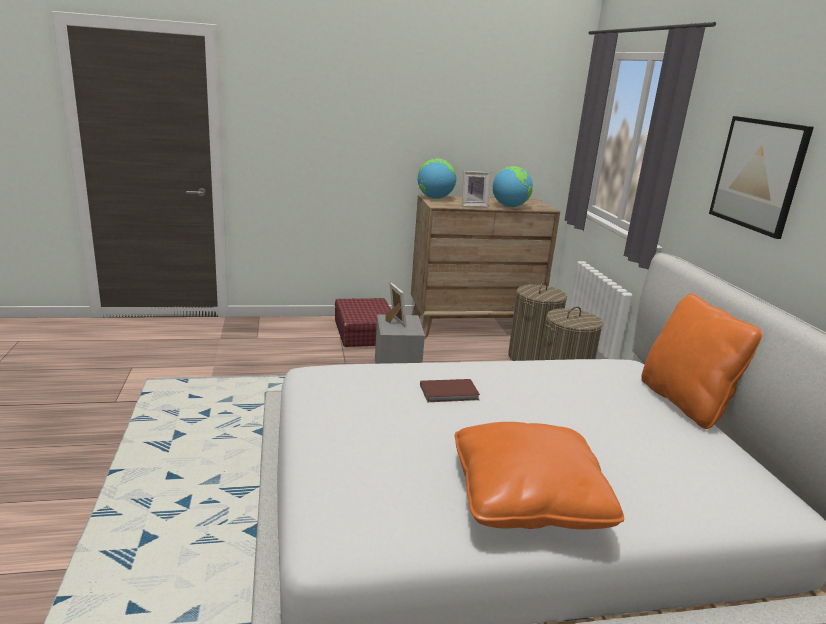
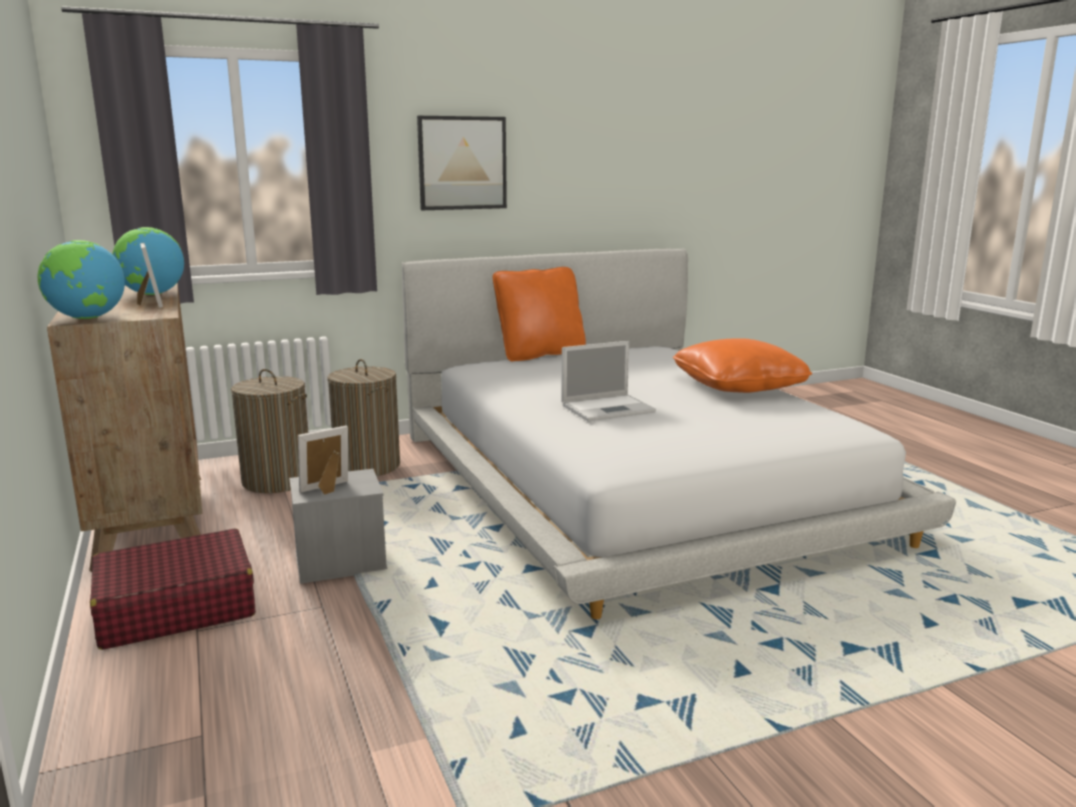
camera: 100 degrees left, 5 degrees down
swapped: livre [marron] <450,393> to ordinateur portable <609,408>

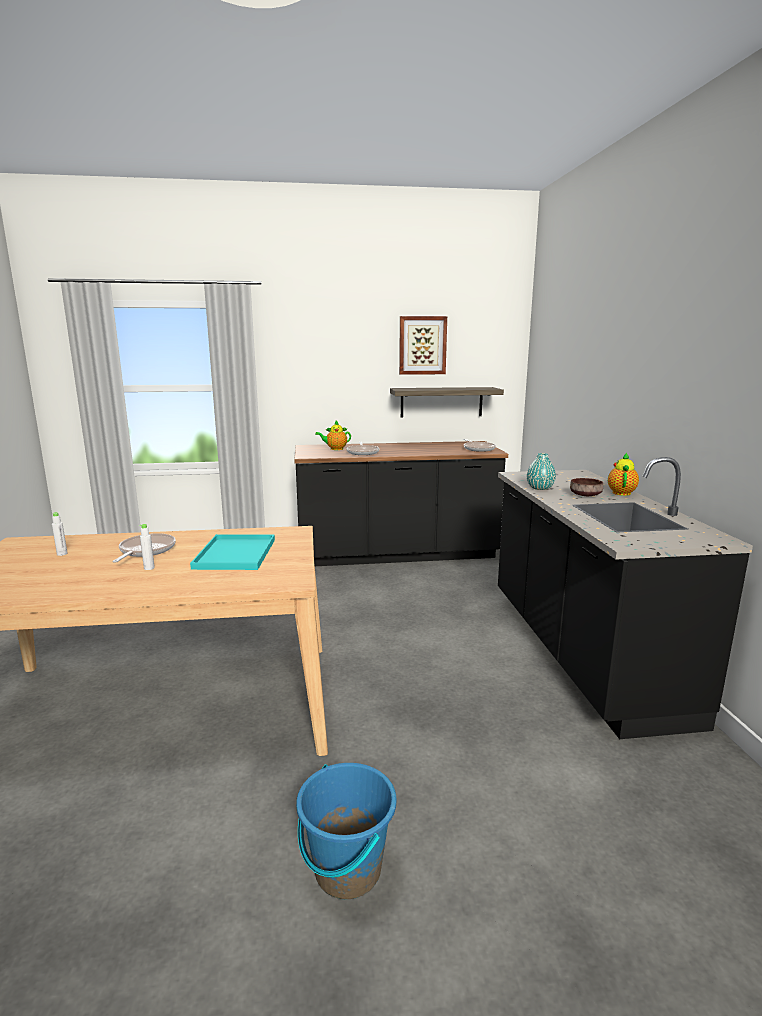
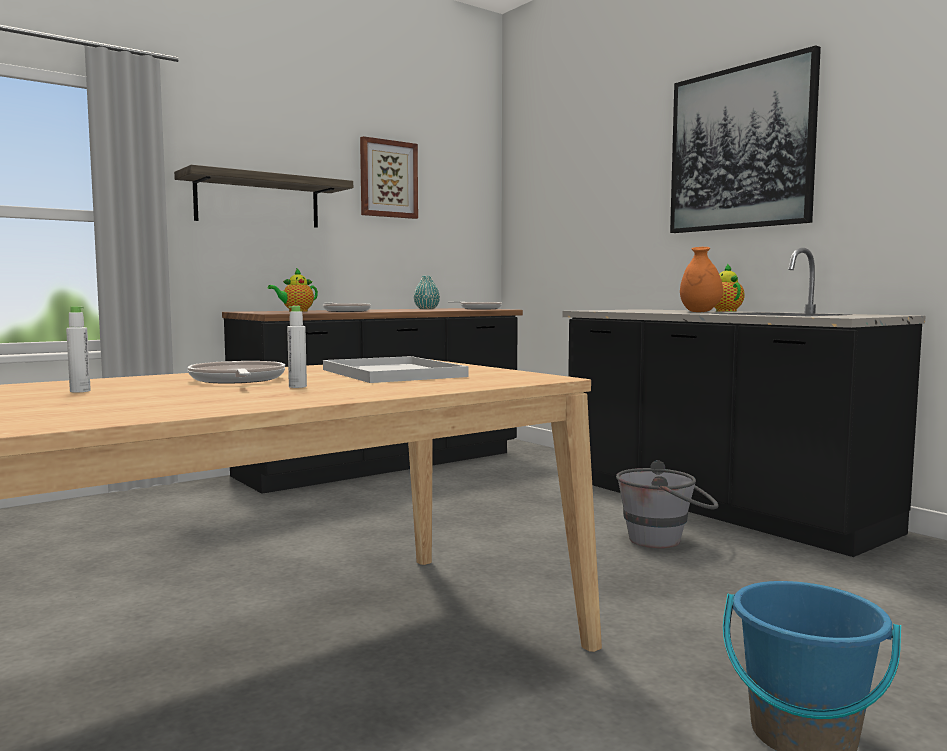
camera: 30 degrees left, 10 degrees down
new: tableau <740,148>; seau [gris] <666,540>
shifted: étagère <441,402> to <258,201>; vase [turquoise] <540,488> to <426,309>
swapped: bol [marron] <584,495> to vase [orange] <700,312>
repainted: plateau [turquoise] <235,553> to plateau [blanc] <390,373>

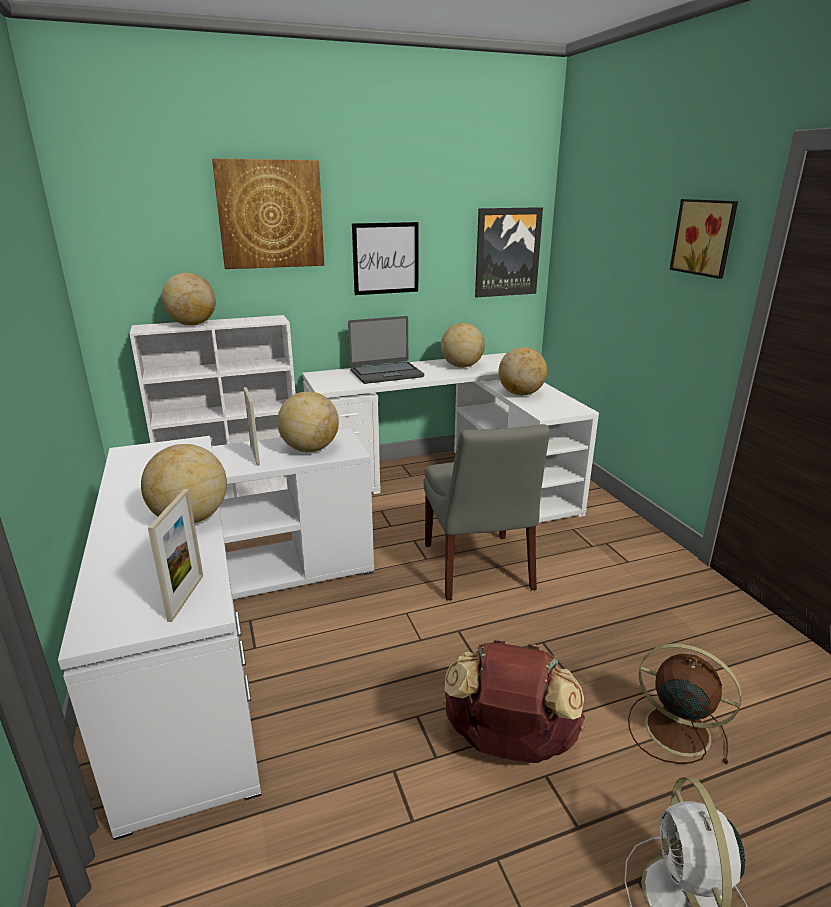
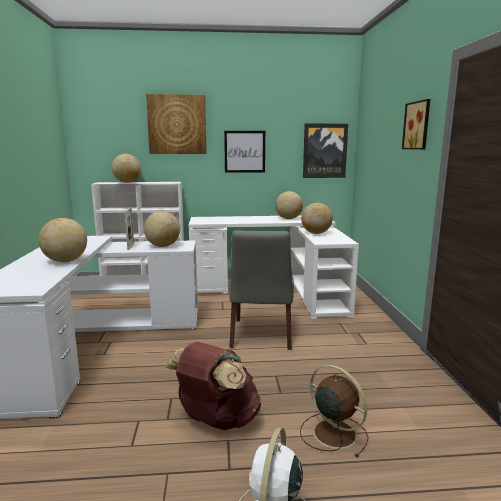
camera: 15 degrees right, 10 degrees down
gone: ordinateur portable <386,373>; cadre photo <186,597>

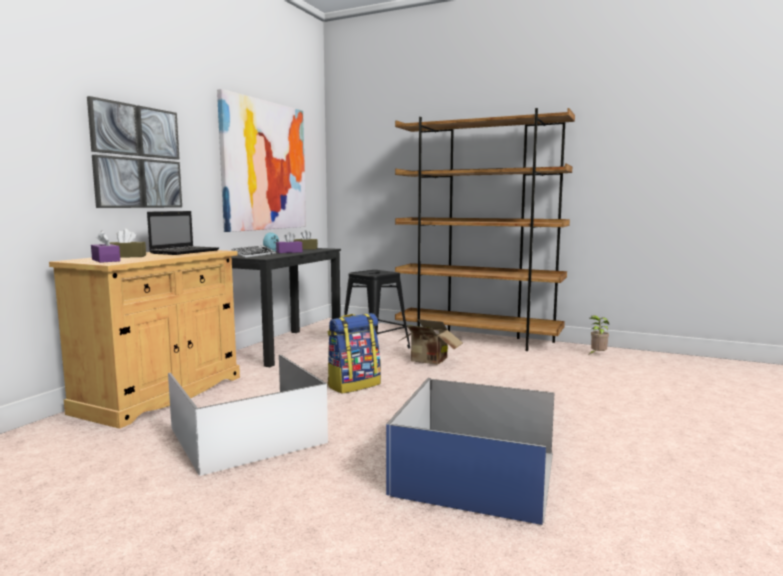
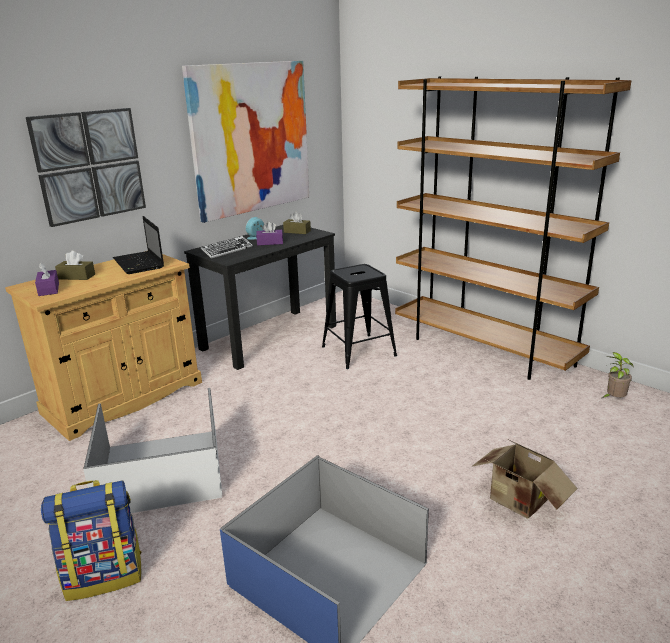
camera: 20 degrees right, 15 degrees up
shifted: sac à dos <354,385> to <105,575>; carton <429,361> to <518,503>
rotated: ordinateur portable <185,252> = <139,264> 105 degrees clockwise

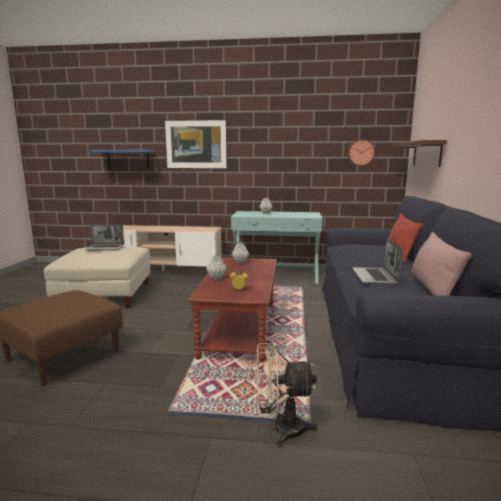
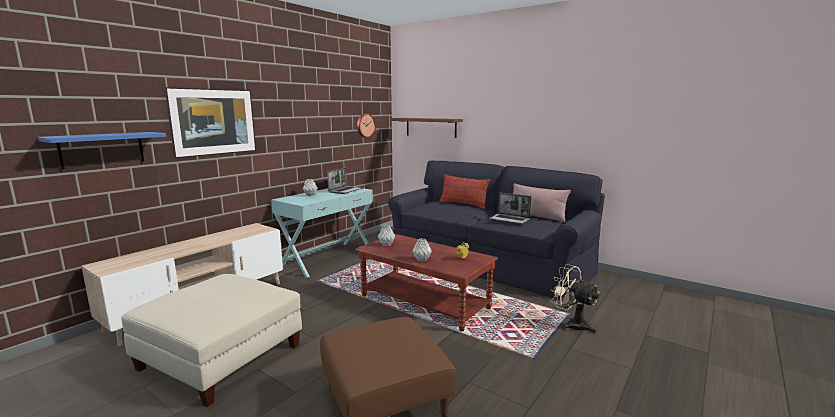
camera: 60 degrees left, 0 degrees up
shifted: ordinateur portable <106,248> to <345,190>
rotated: ventilateur [beige] <280,429> = <571,324> 105 degrees clockwise

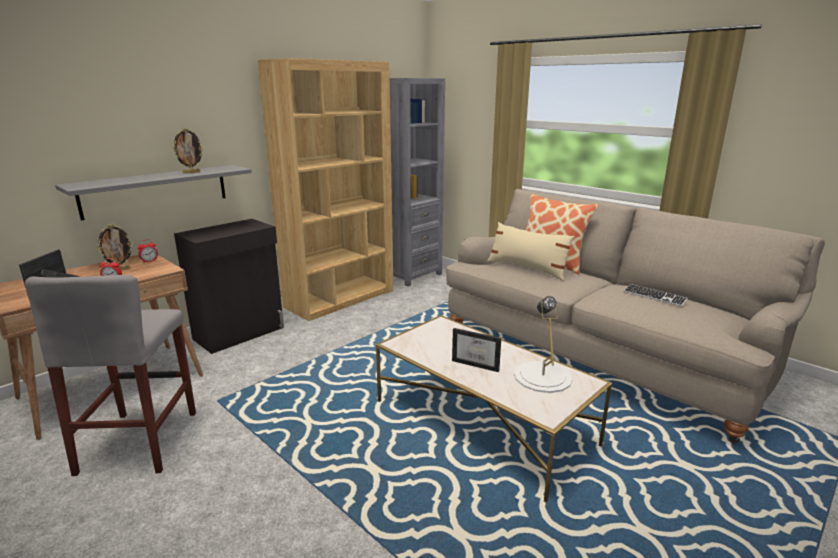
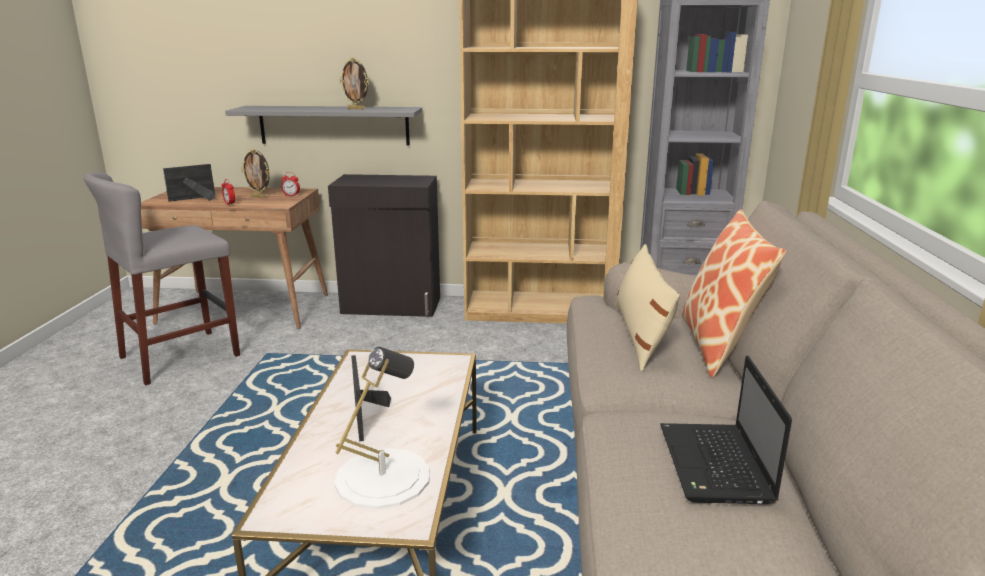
camera: 50 degrees right, 0 degrees up
swapped: clavier <654,296> to ordinateur portable <716,465>

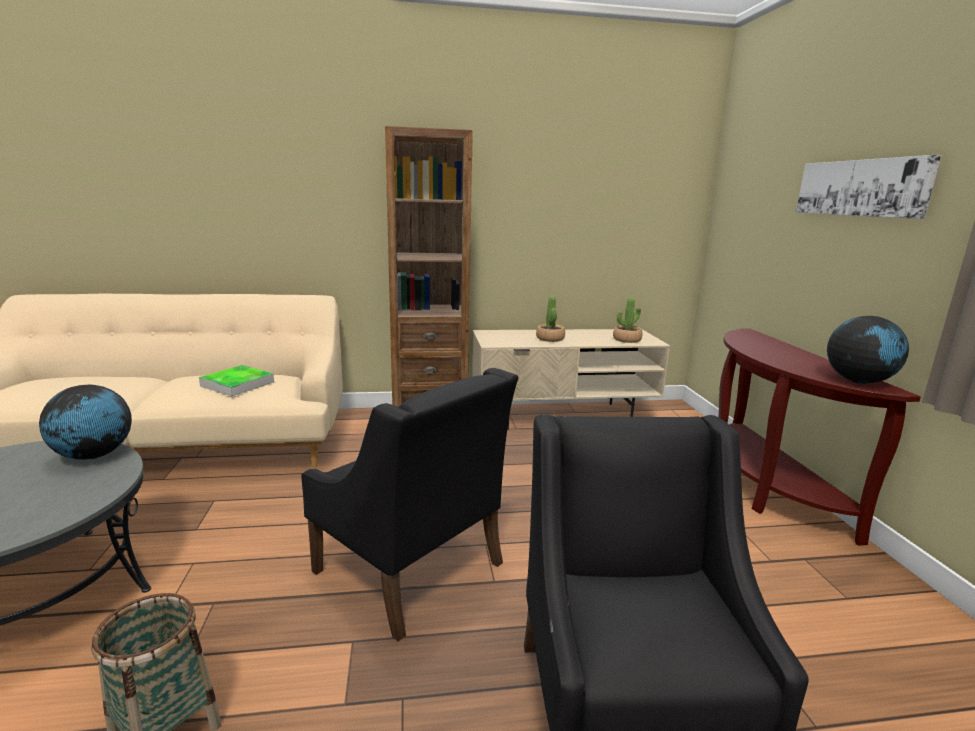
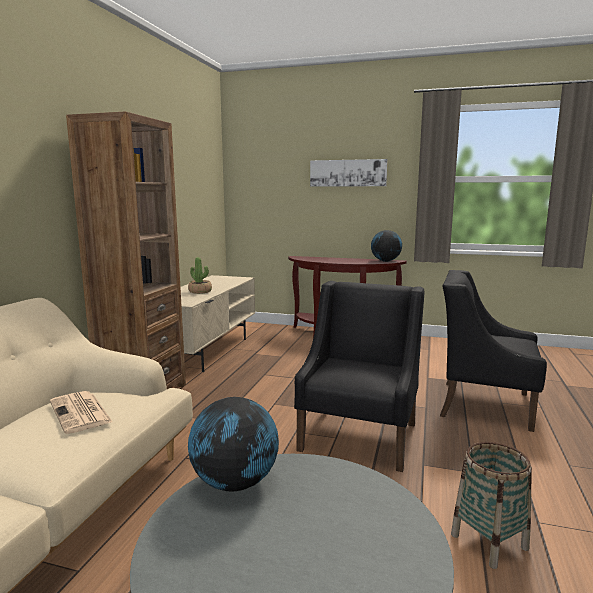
camera: 65 degrees left, 5 degrees down
gone: plante en pot <627,339>
swapped: plateau <237,384> to journal <81,412>
rotated: fauteuil [noir] <410,568> = <360,436> 45 degrees counterclockwise

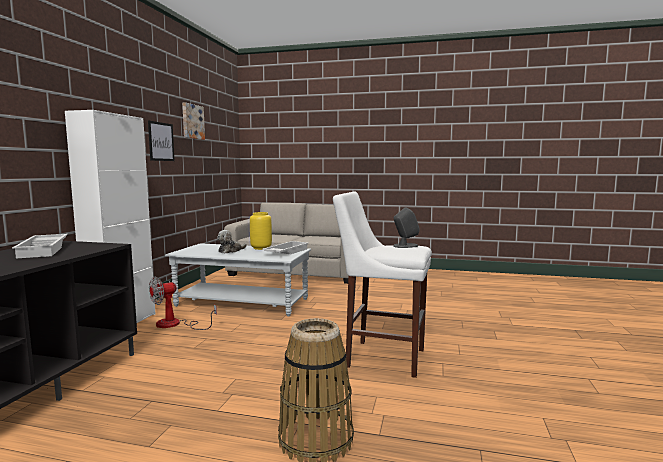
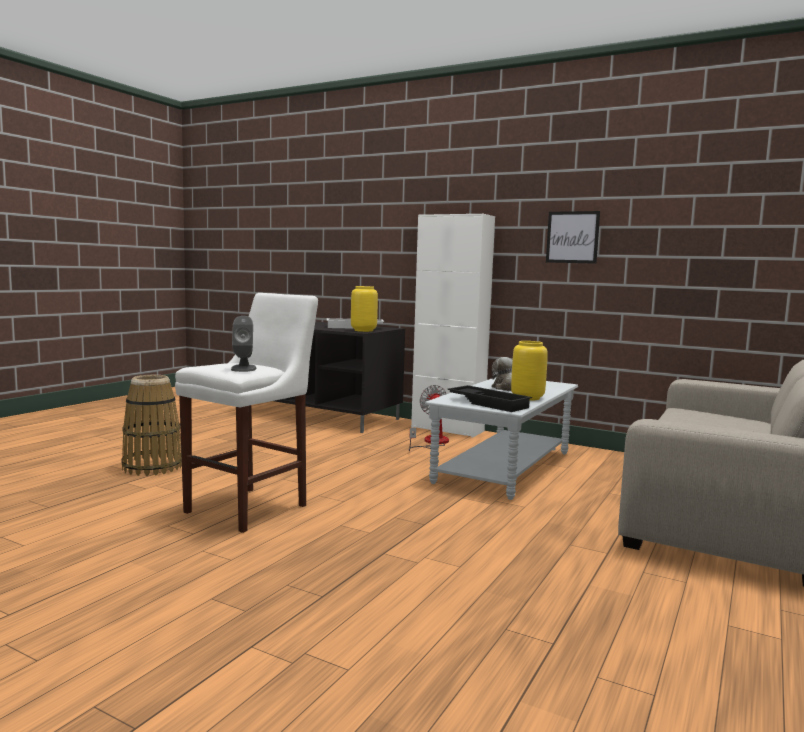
camera: 105 degrees right, 0 degrees up
gone: tableau <192,121>
new: vase [jaune] <363,330>
repainted: plateau [blanc] <286,252> to plateau [noir] <489,403>

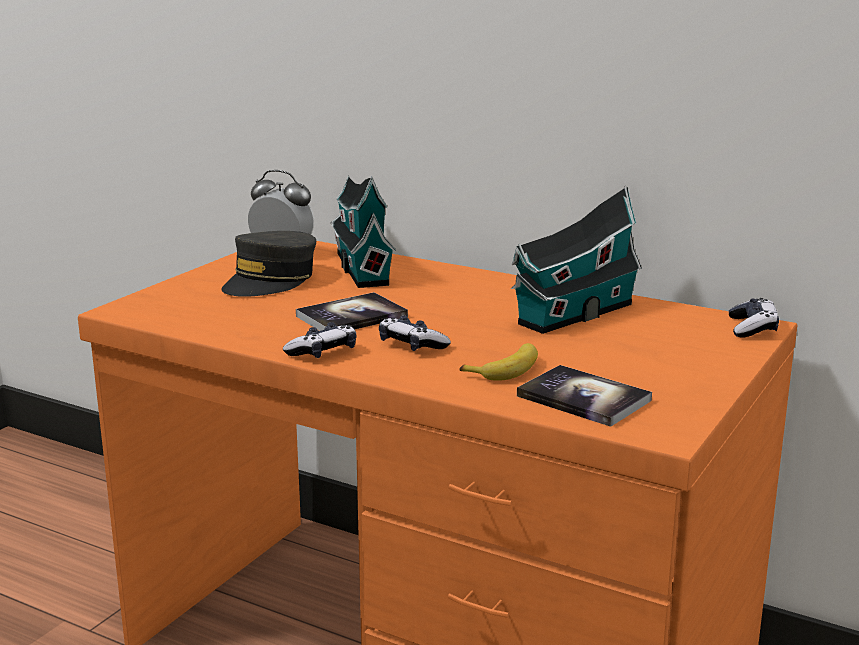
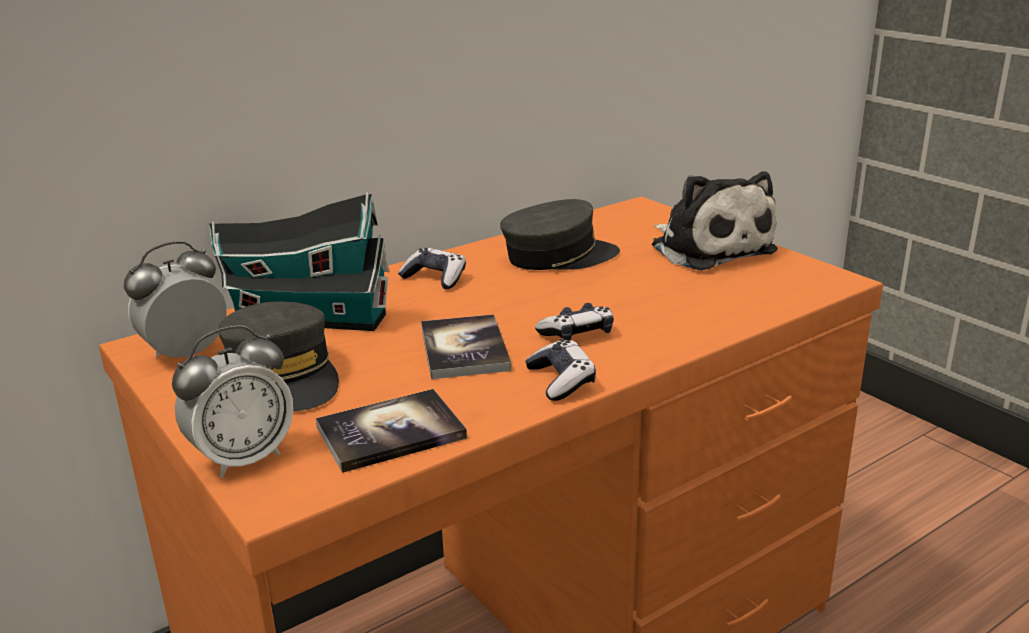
camera: 65 degrees left, 5 degrees up
gone: banane <505,369>
new: peluche <709,248>; réveil <243,458>
shifted: manette <752,328> to <435,278>; livre <583,398> to <391,433>
swapped: maison miniature <572,315> to casquette [gris] <558,256>

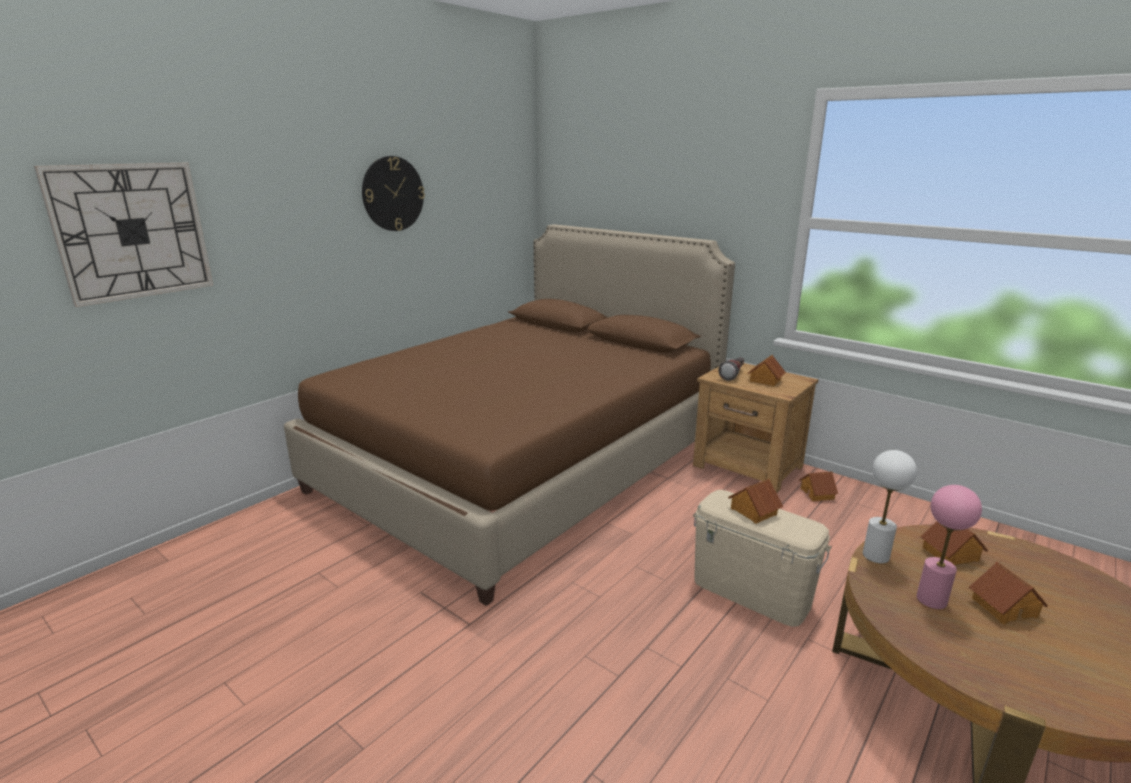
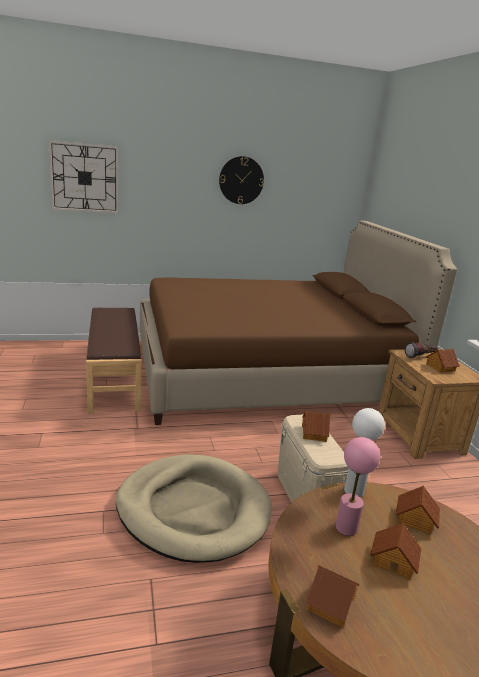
camera: 35 degrees right, 0 degrees up
new: banc [marron] <115,378>; panier pour chien [beige] <193,510>
shifted: maison miniature <817,494> to <332,604>

